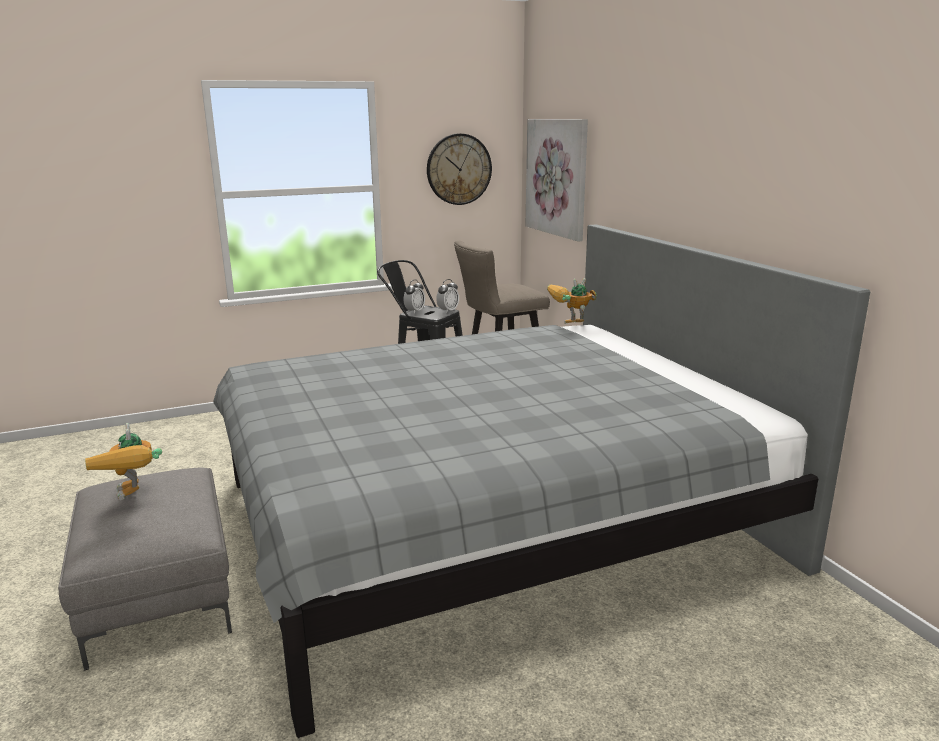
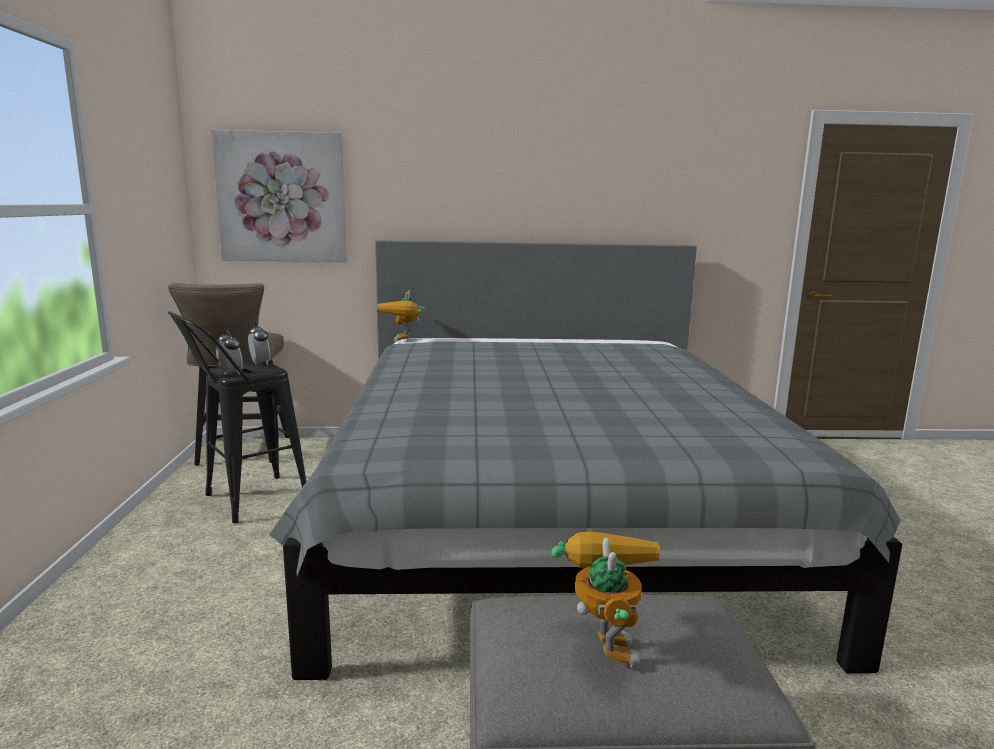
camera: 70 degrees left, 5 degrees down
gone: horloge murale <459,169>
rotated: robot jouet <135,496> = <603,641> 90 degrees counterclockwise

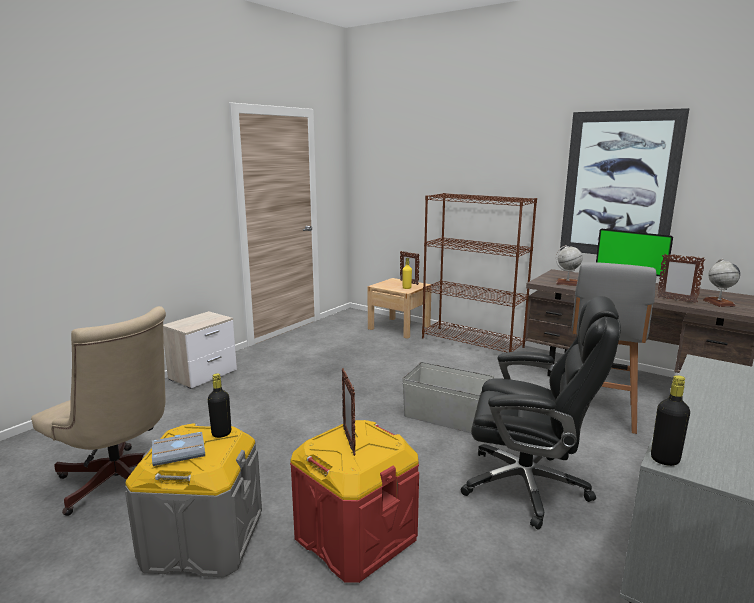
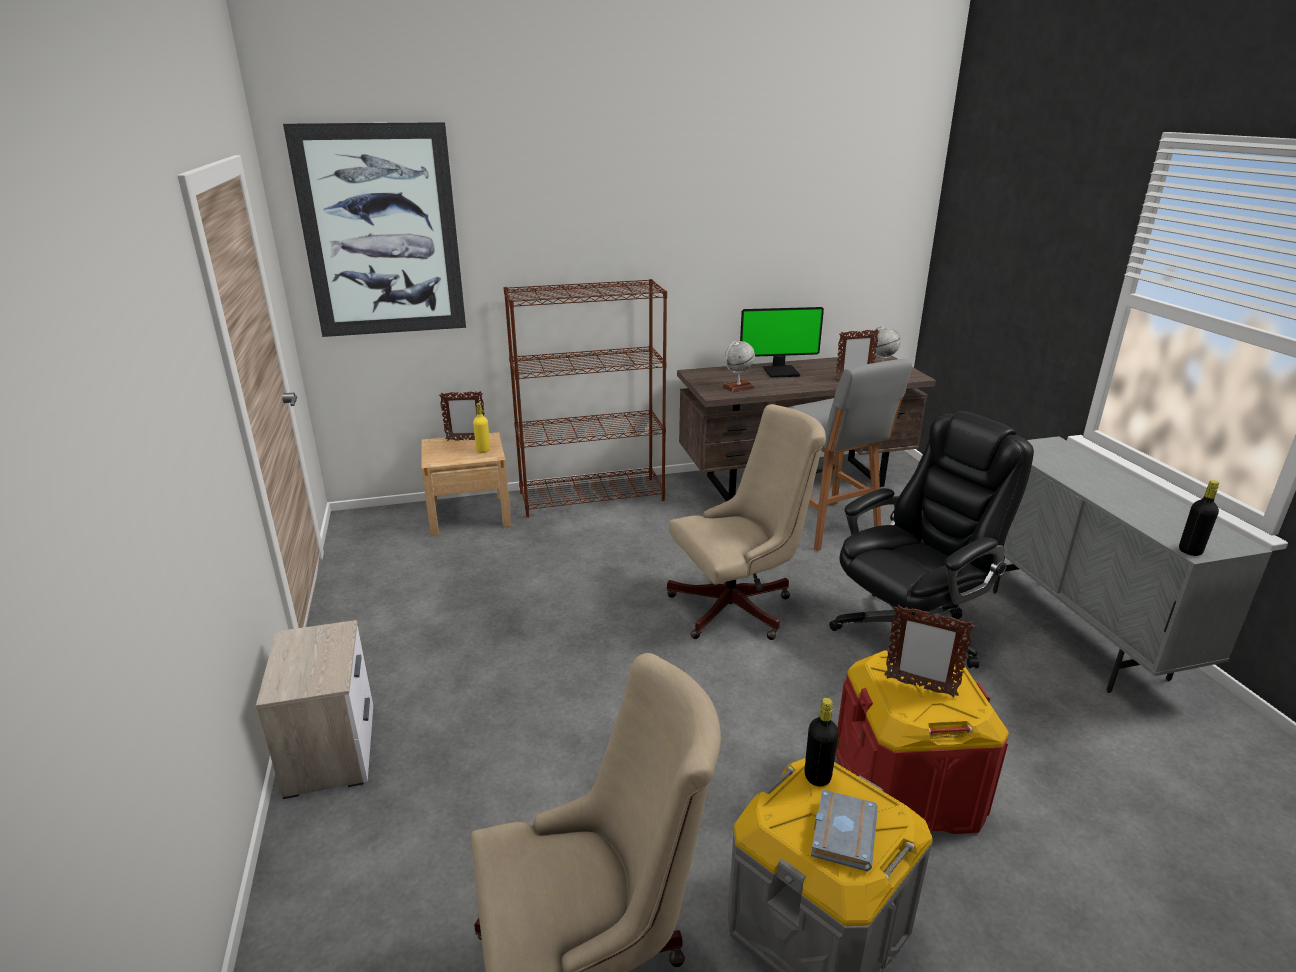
camera: 50 degrees left, 10 degrees up
shifted: tableau <619,185> to <381,233>
swapped: boîte de rangement [gris] <447,417> to chaise de bureau [beige] <739,607>

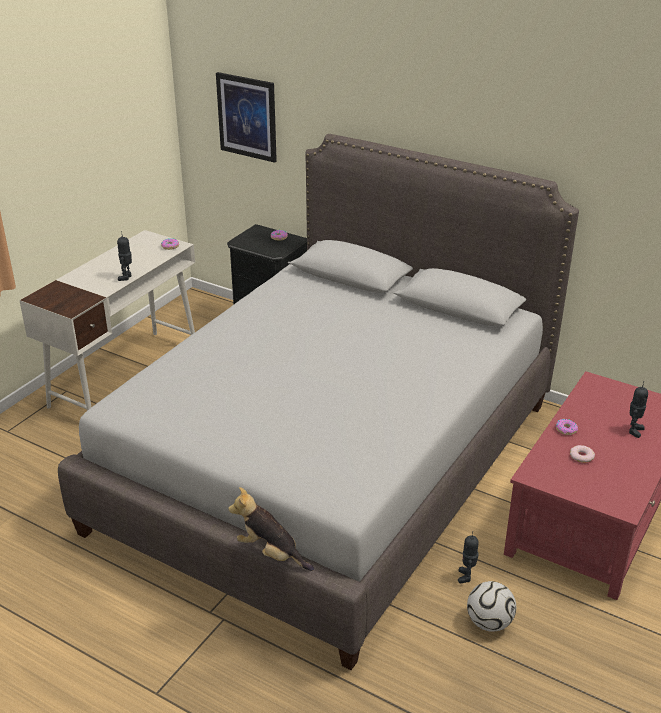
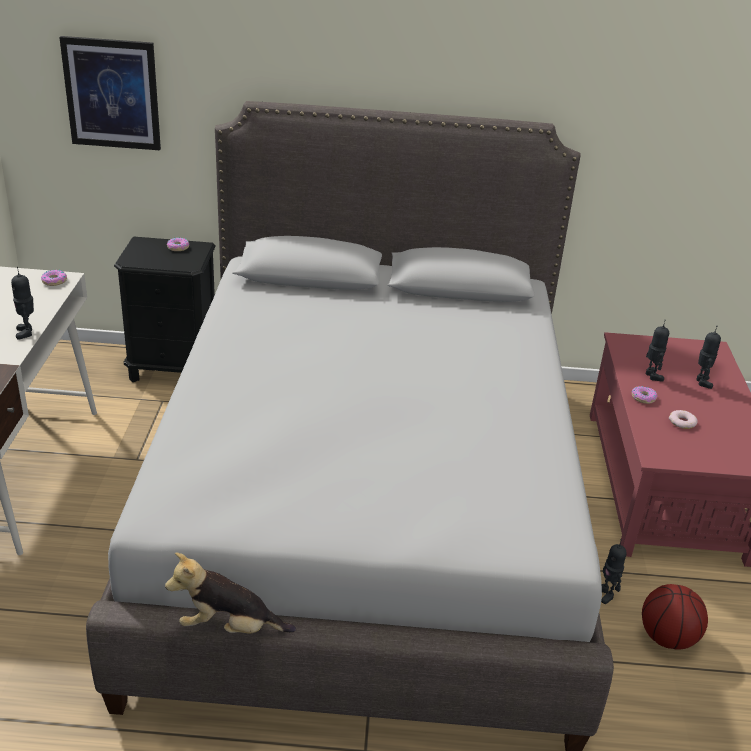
camera: 30 degrees left, 0 degrees up
new: robot jouet <651,376>
shifted: peluche <271,553> to <229,627>
swapped: ballon de foot <489,622> to ballon de basket <667,637>

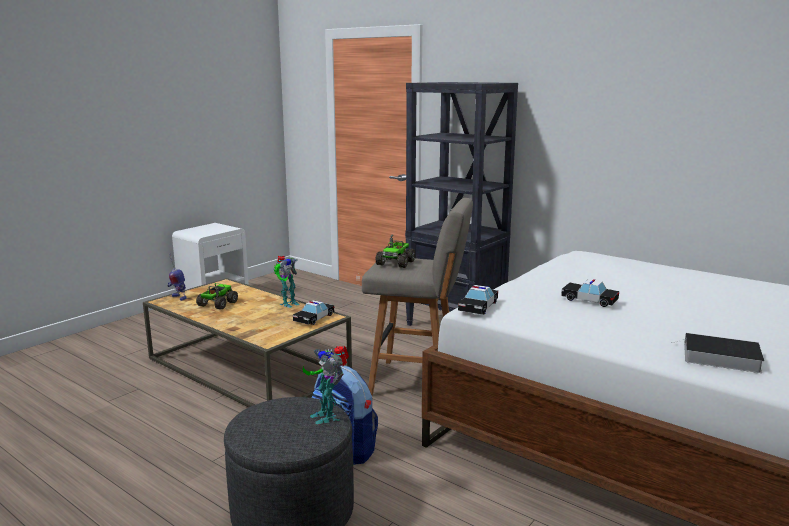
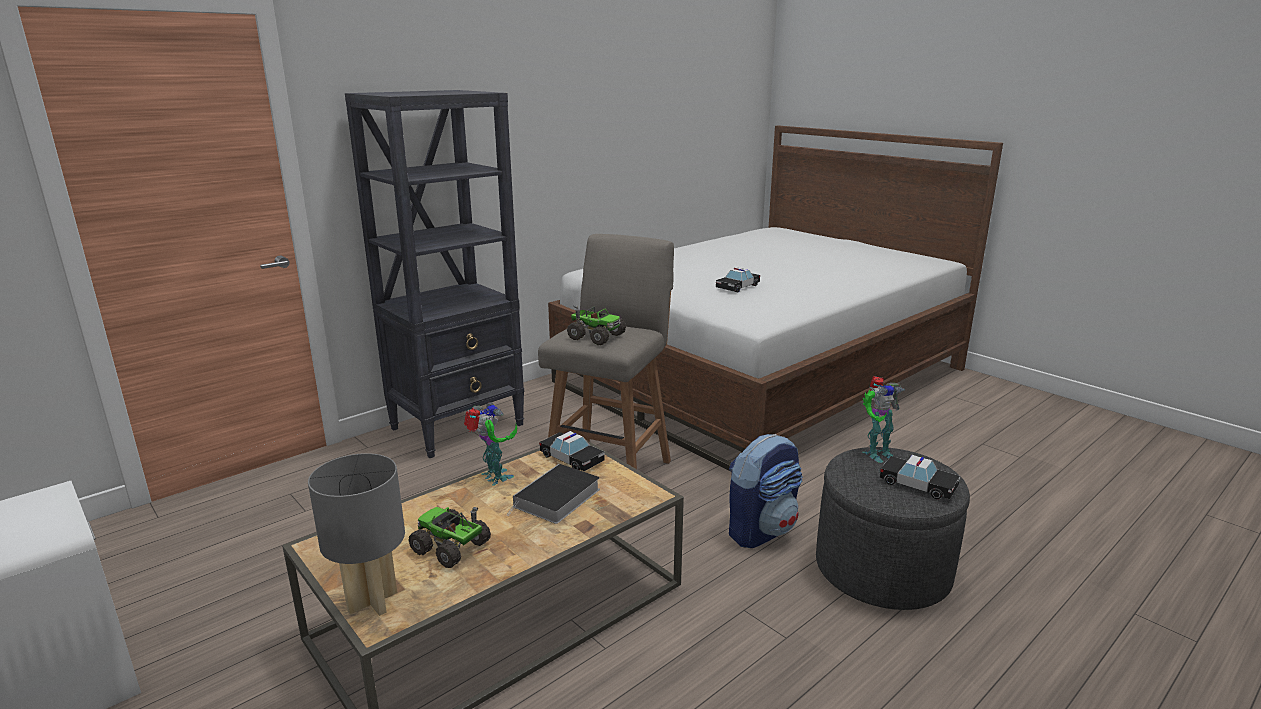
camera: 80 degrees left, 5 degrees up
shifted: petite voiture <478,307> to <918,485>; livre <718,357> to <556,499>
swapped: robot jouet <178,297> to lampe de table [gris] <373,600>

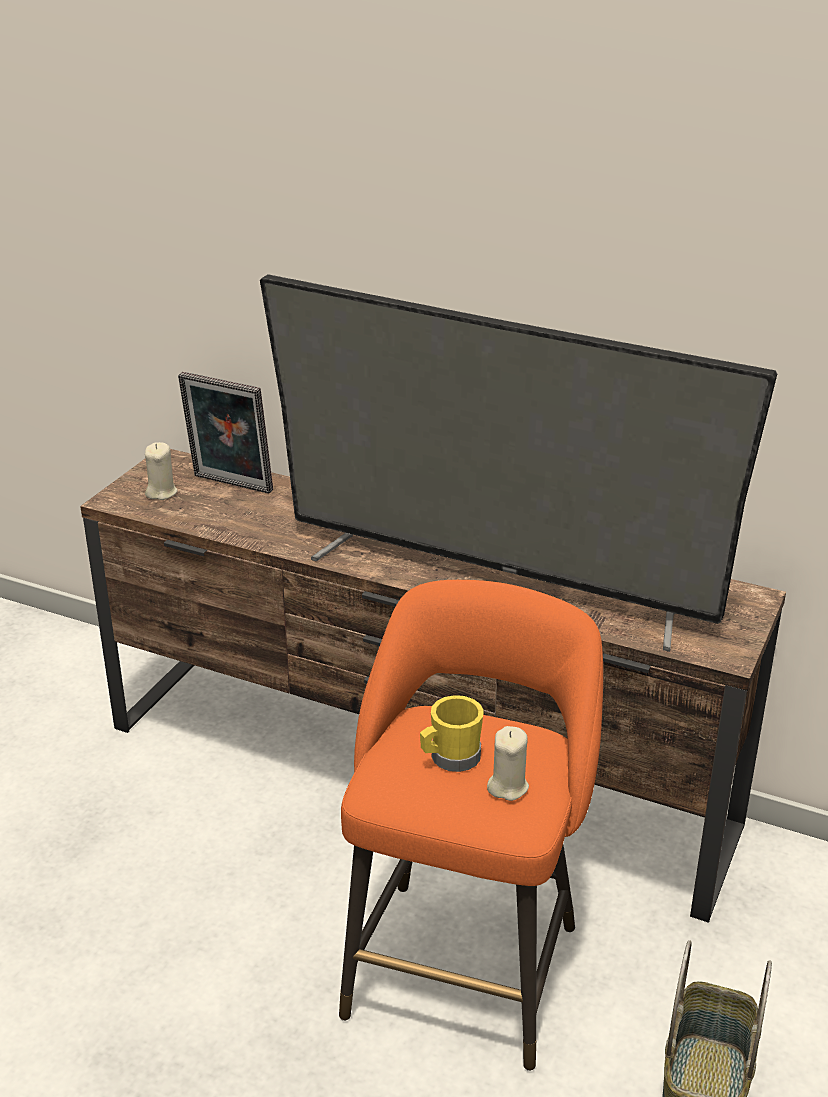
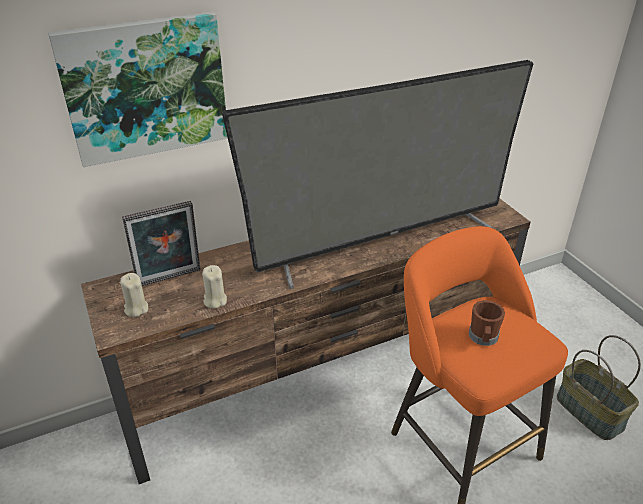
camera: 50 degrees left, 5 degrees up
new: tableau <145,88>
shifted: bougie [beige] <507,786> to <215,300>
repainted: mug [jaune] <450,758> to mug [marron] <483,338>

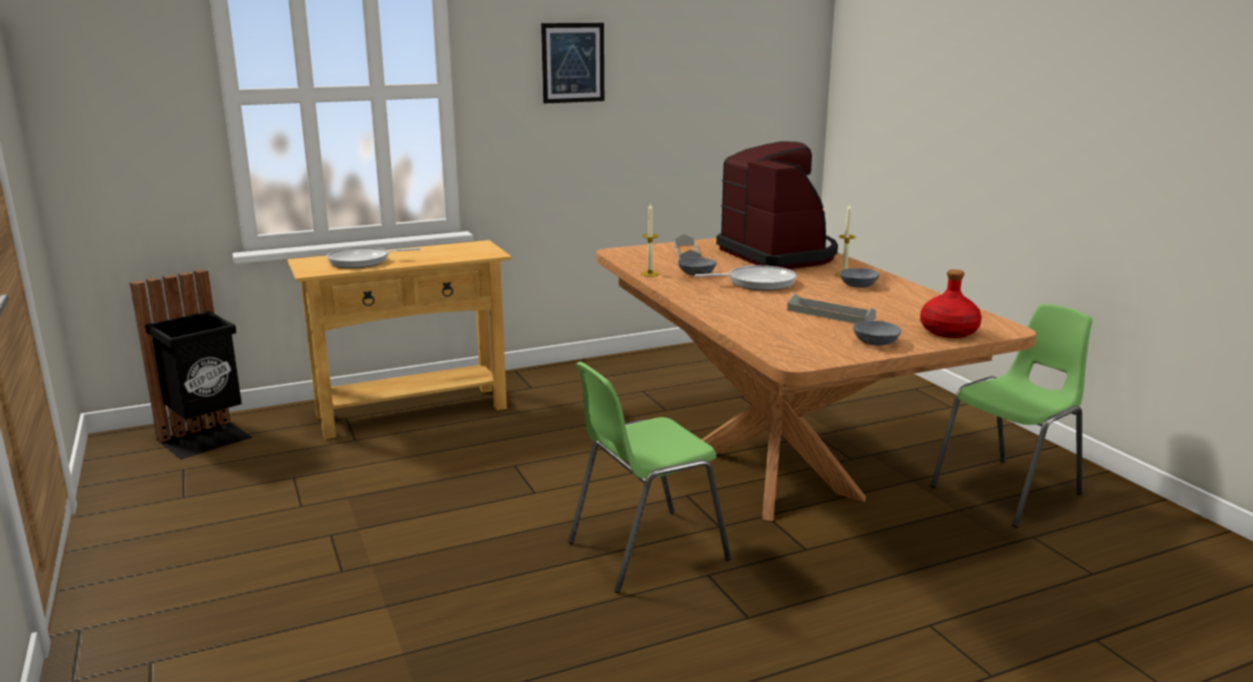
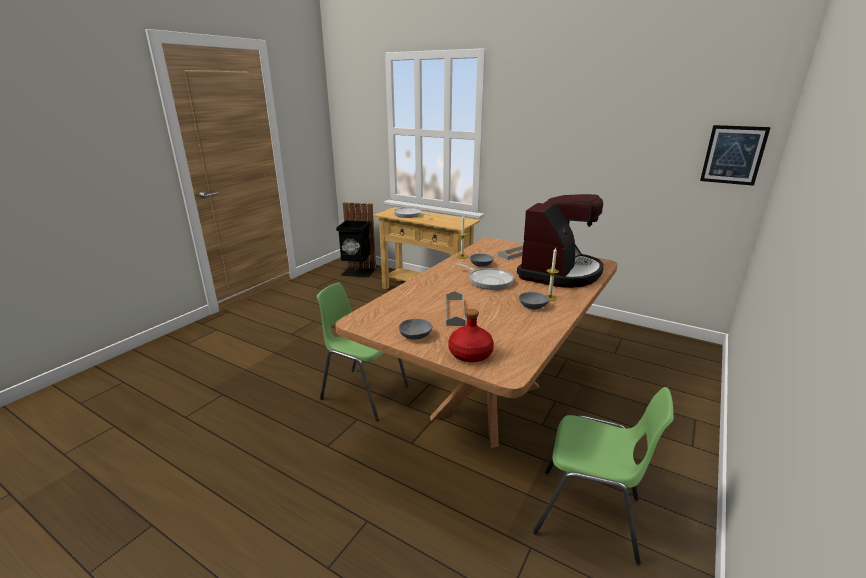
camera: 55 degrees right, 5 degrees up
shifted: tableau <573,63> to <733,155>

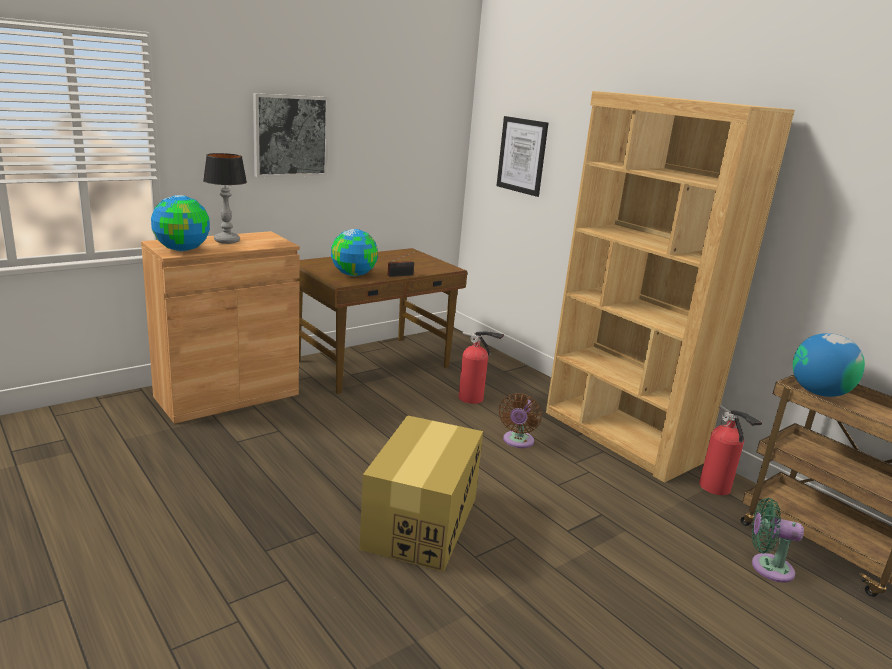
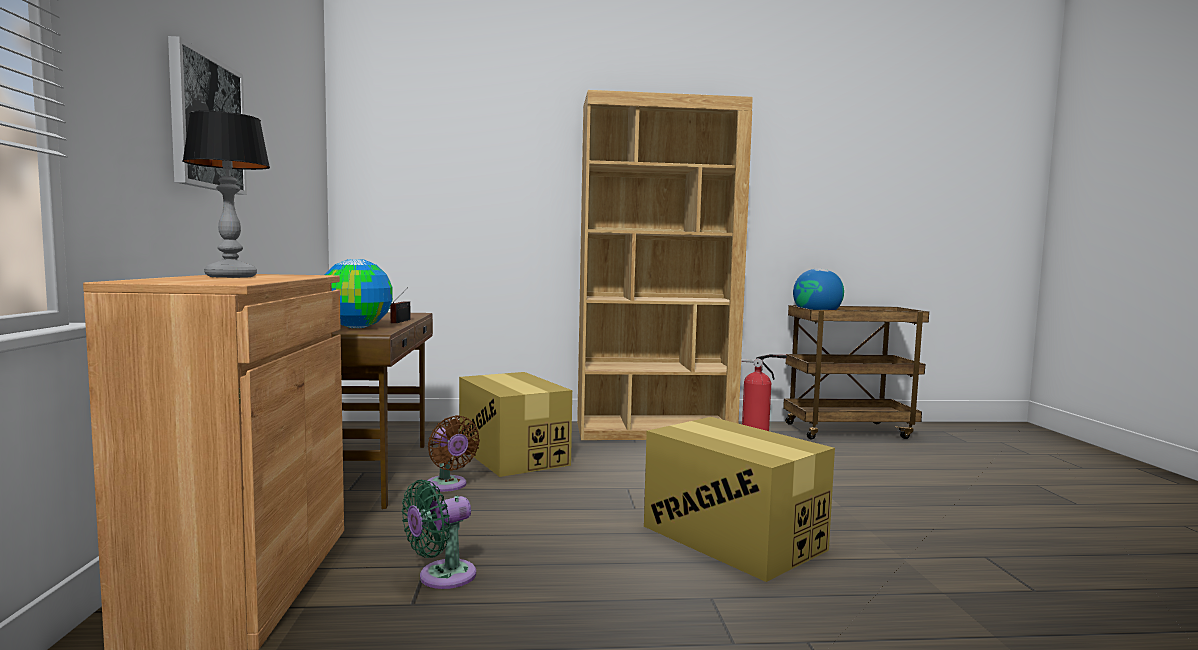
camera: 55 degrees left, 15 degrees down
gone: tableau <522,155>; globe <182,249>
shifted: ventilateur [marron] <517,442> to <448,486>; ventilateur [vert] <767,567> to <441,577>
swapped: extincteur <473,399> to carton <512,455>

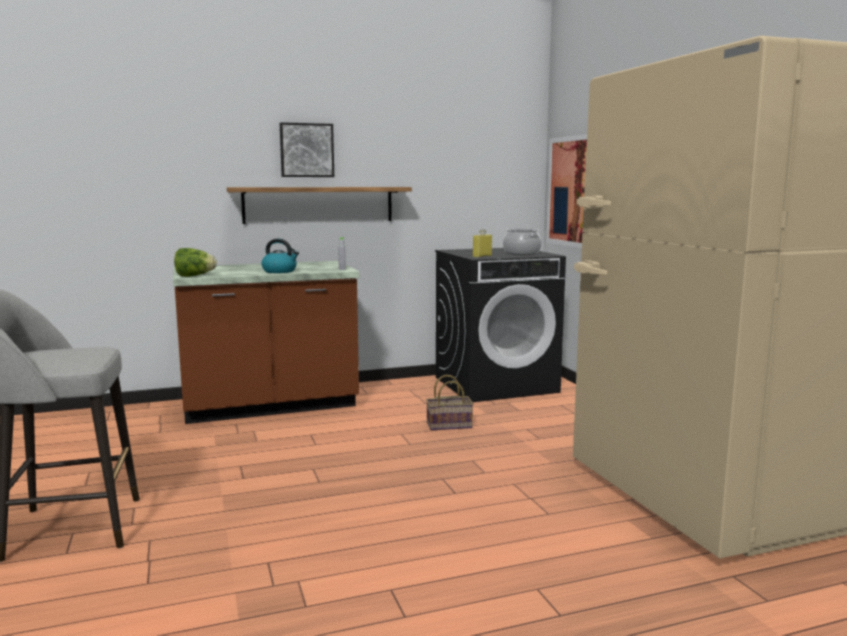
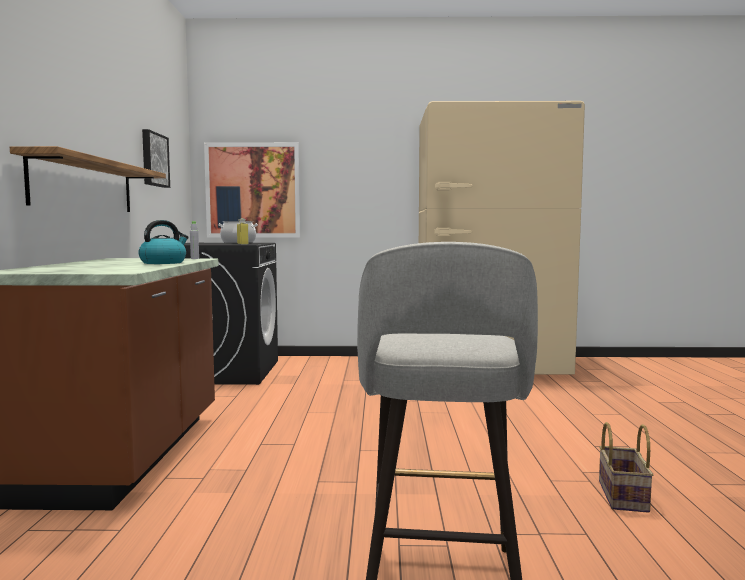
camera: 70 degrees left, 5 degrees down
gone: laitue <194,276>
shifted: tableau <306,150> to <153,160>; panier <450,425> to <621,495>

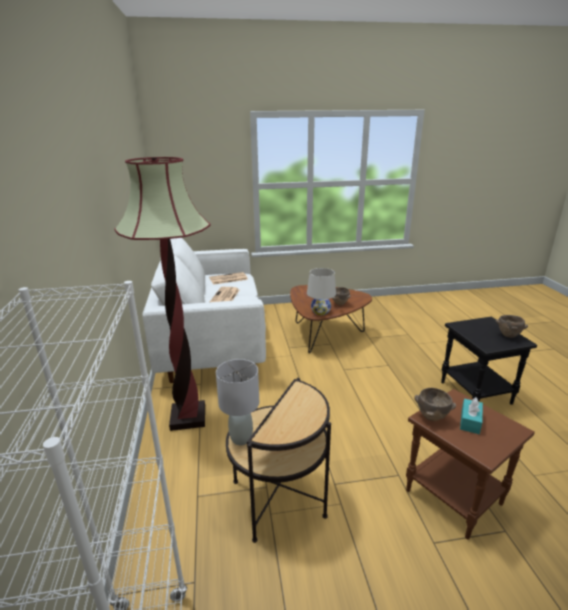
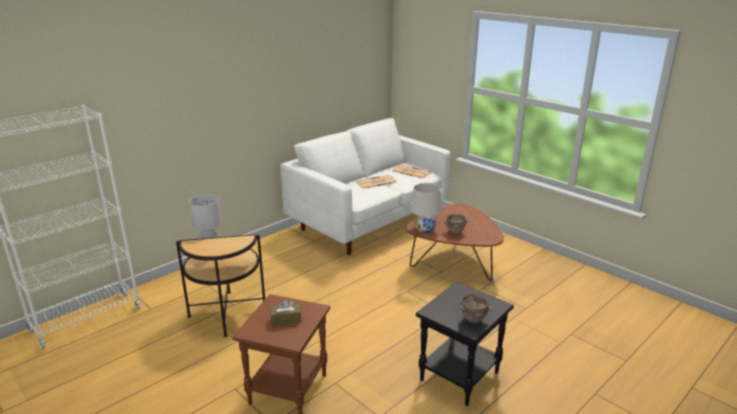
camera: 55 degrees right, 0 degrees up
gone: lampadaire <188,417>; bol [marron] <431,417>
repainted: boîte à mouchoirs [turquoise] <470,421> to boîte à mouchoirs [marron] <286,319>

